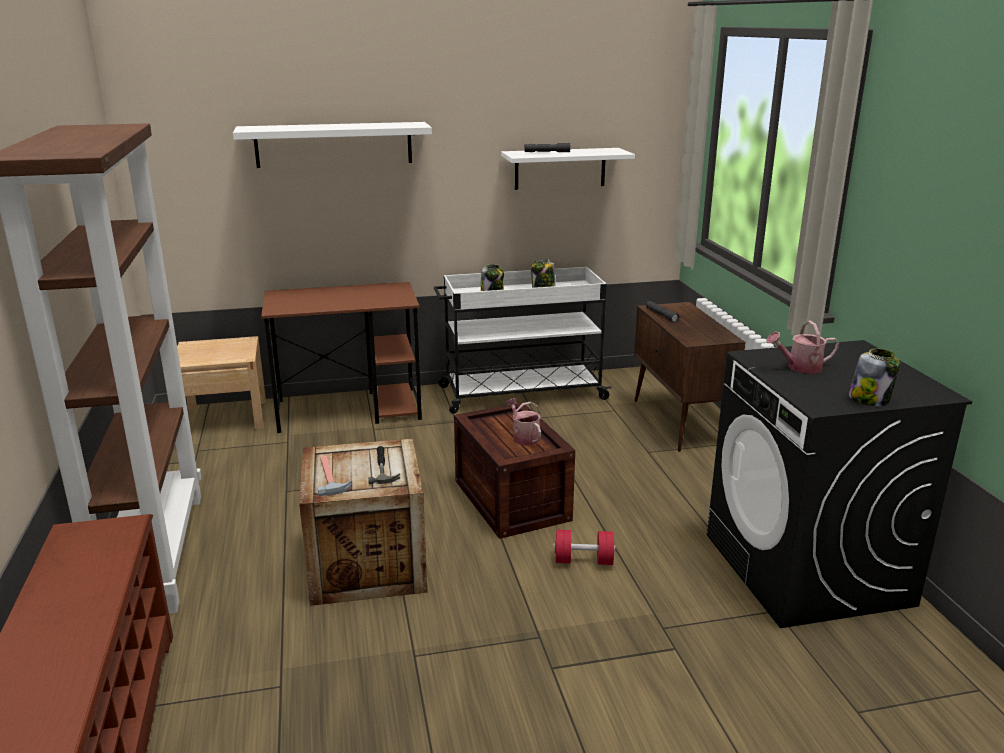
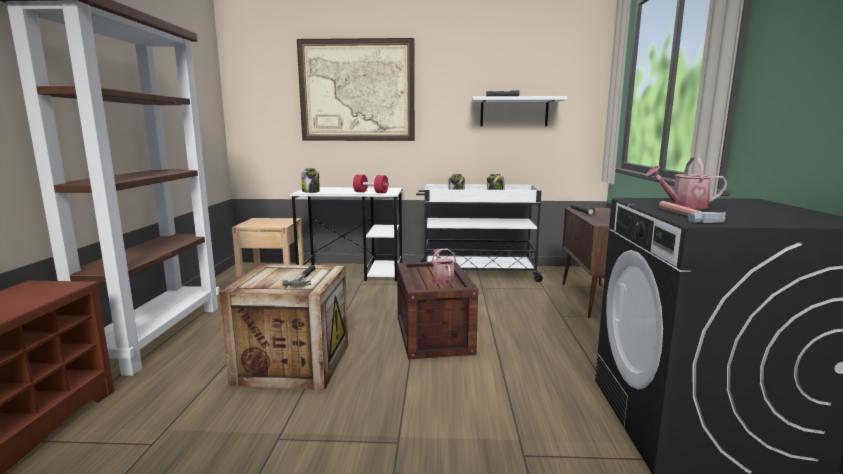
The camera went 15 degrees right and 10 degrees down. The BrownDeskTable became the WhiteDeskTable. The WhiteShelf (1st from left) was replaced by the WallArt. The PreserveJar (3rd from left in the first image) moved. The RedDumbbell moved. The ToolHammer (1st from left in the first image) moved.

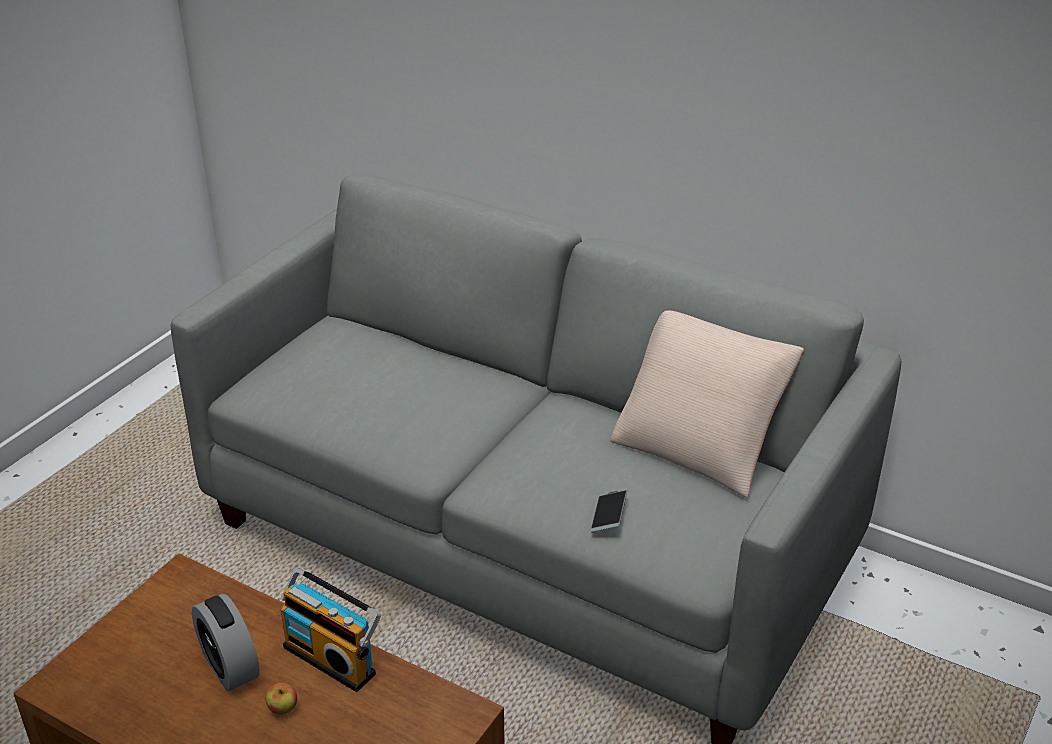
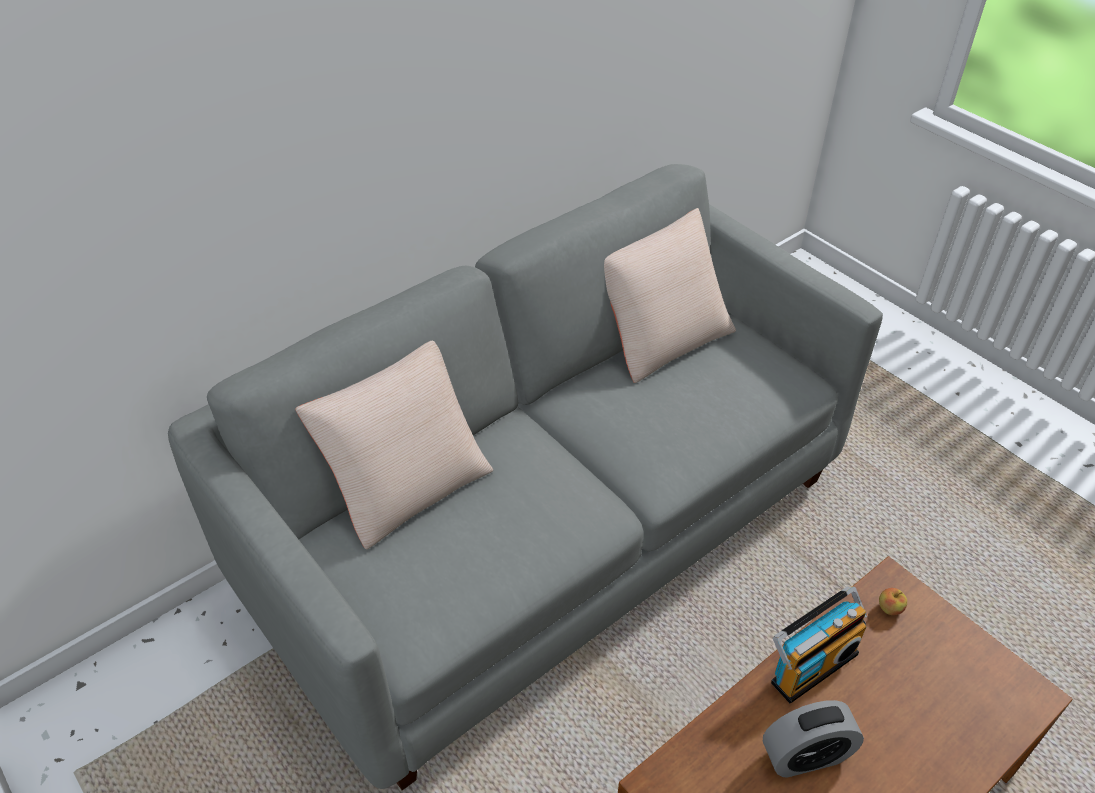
The camera went 70 degrees left and 10 degrees up. The BeigeThrowPillow (1st from left) appeared. The Apple moved. The Phone disappeared.

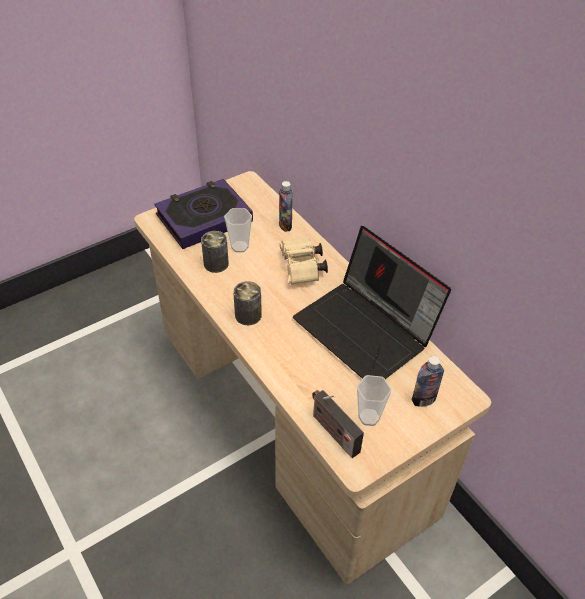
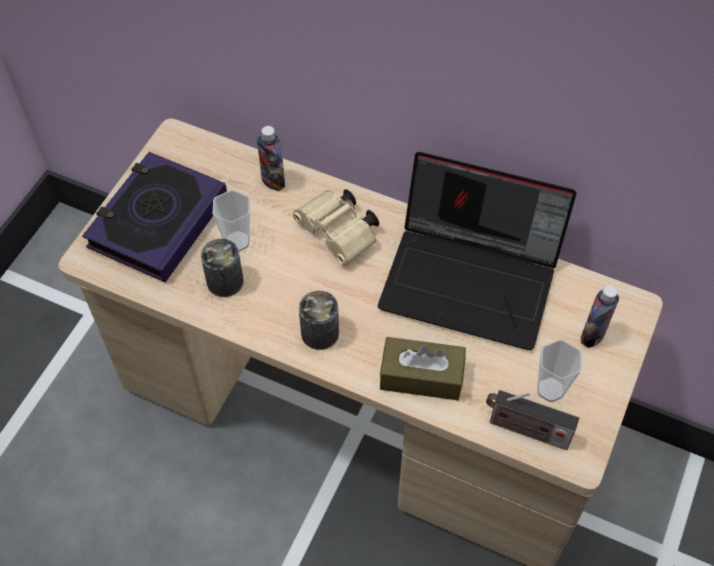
The camera went 30 degrees left and 10 degrees up. The BrownBoxOfTissues appeared.

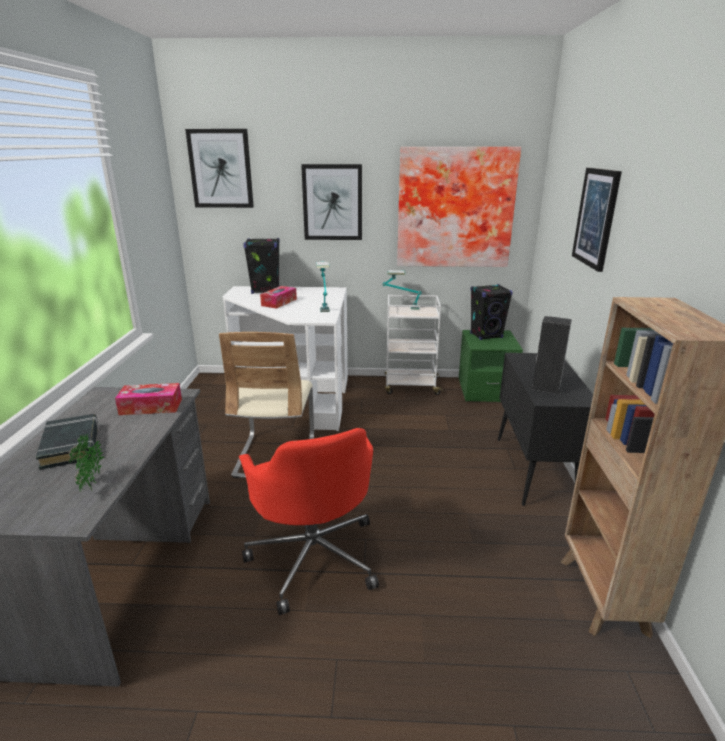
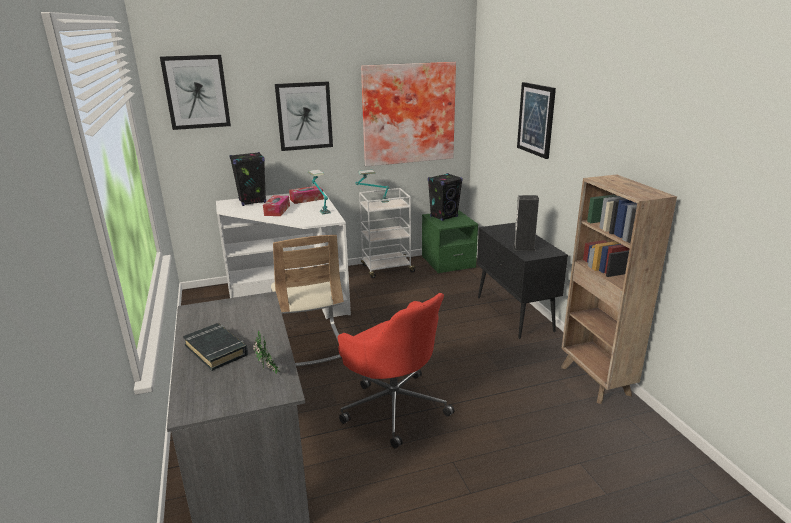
The camera went 20 degrees left and 0 degrees up. The BoxOfTissues (1st from left in the first image) moved.

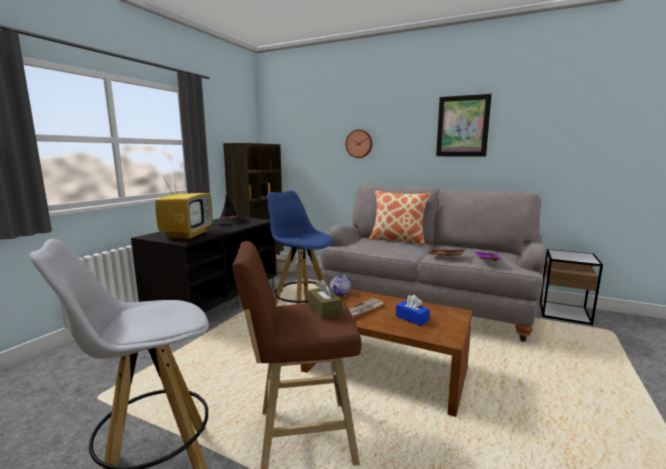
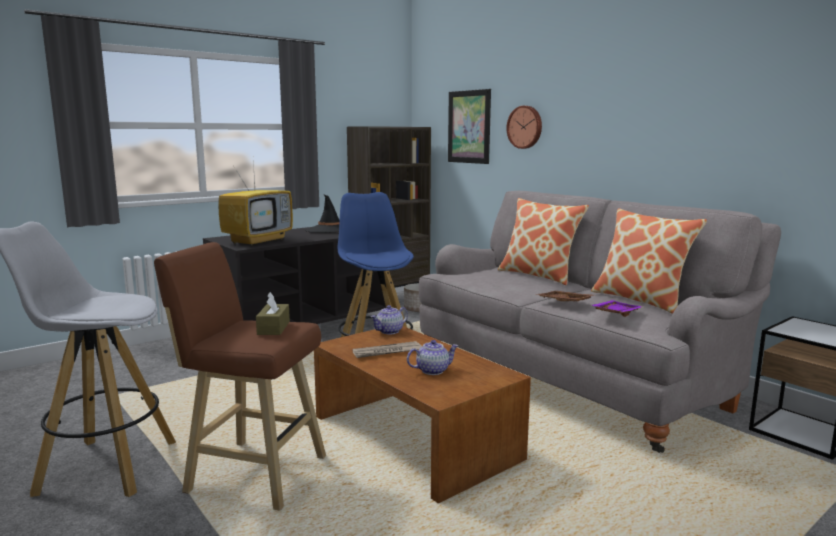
The camera went 25 degrees right and 0 degrees up. The BluishBoxOfTissues was replaced by the TeaPot (2nd from left). The WallArt moved. The ThrowPillow (2nd from left) appeared.

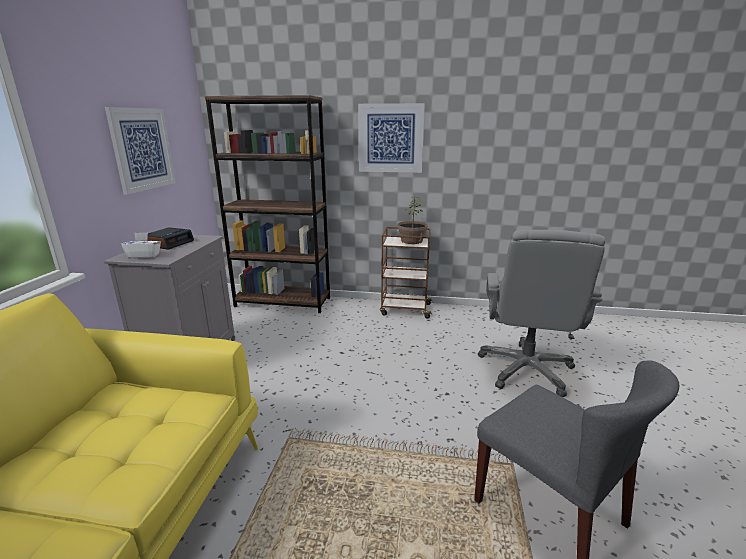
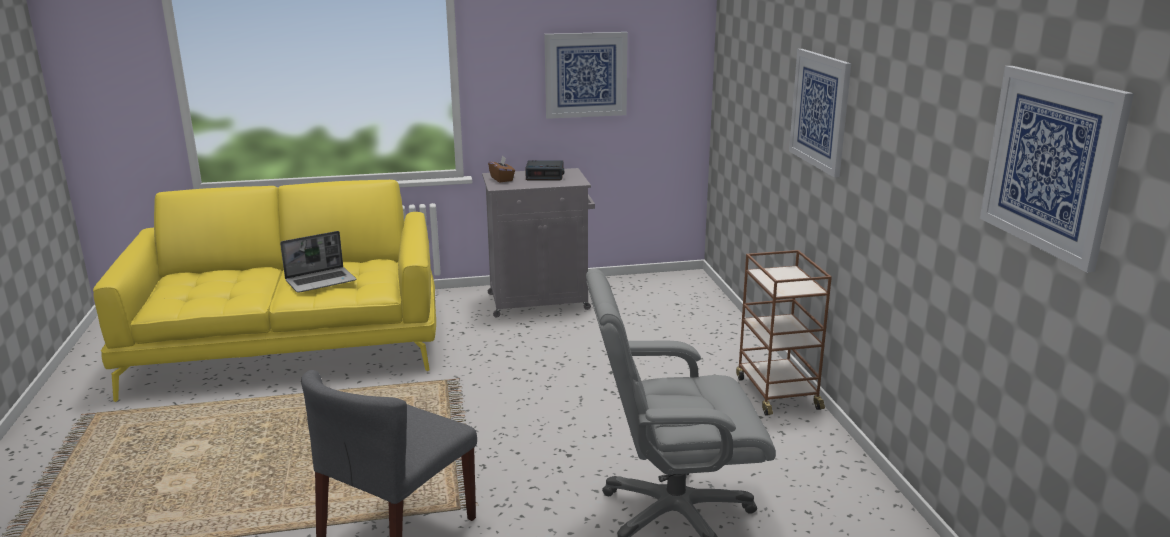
The camera went 70 degrees right and 0 degrees up. The PortableComputer appeared. The WhiteBoxOfTissues became the BrownBoxOfTissues. The WallArt (3rd from left) appeared. The BrownShelvingUnit disappeared. The PottedPlant disappeared.

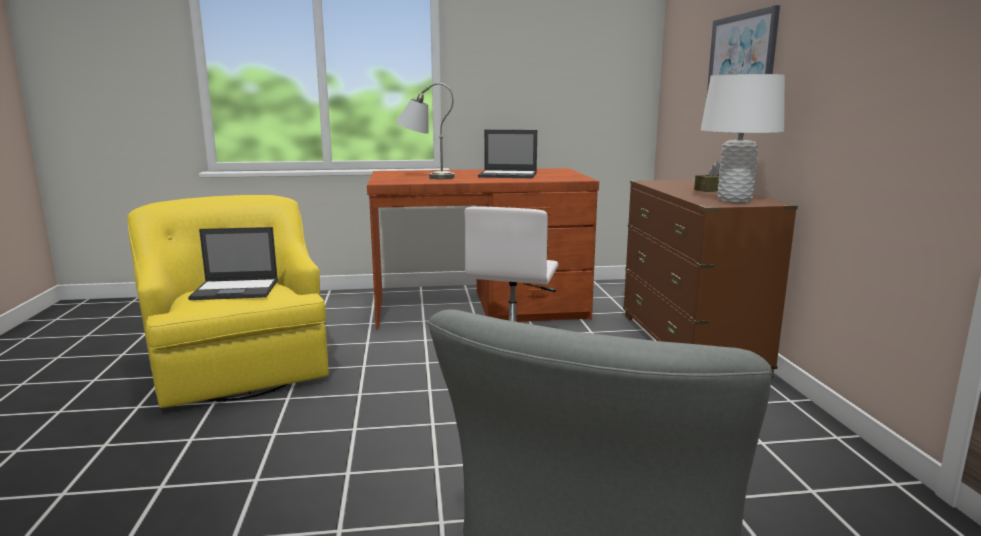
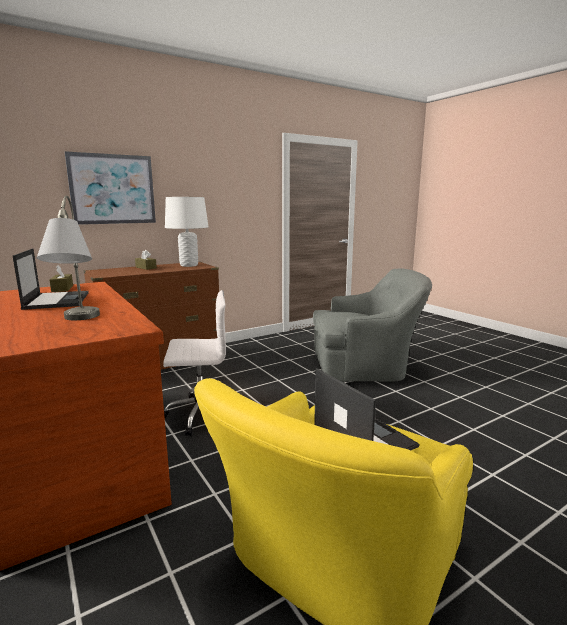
The camera went 115 degrees left and 0 degrees up. The BrownBoxOfTissues (1st from left) appeared.

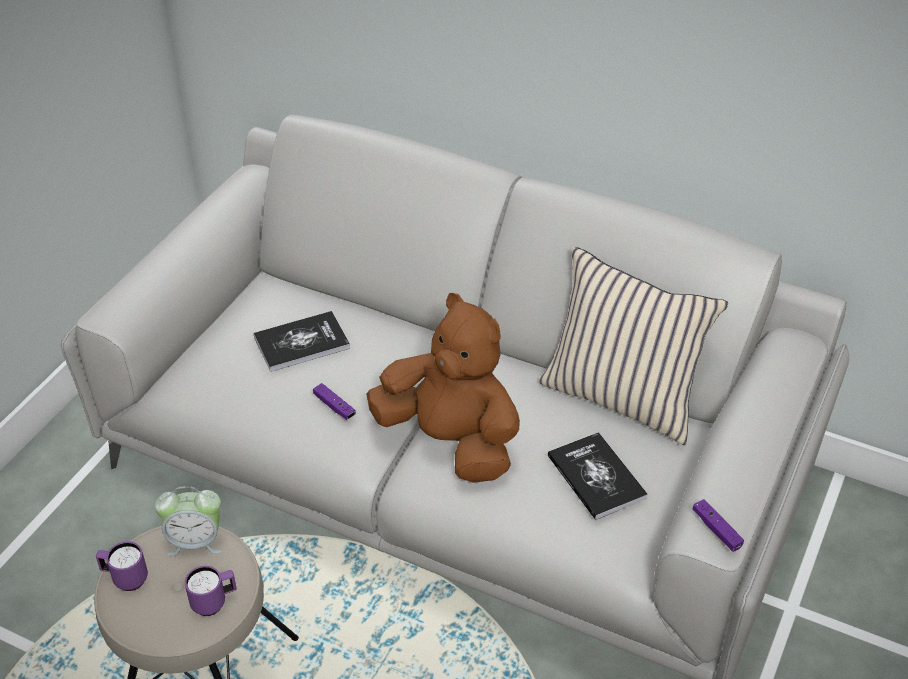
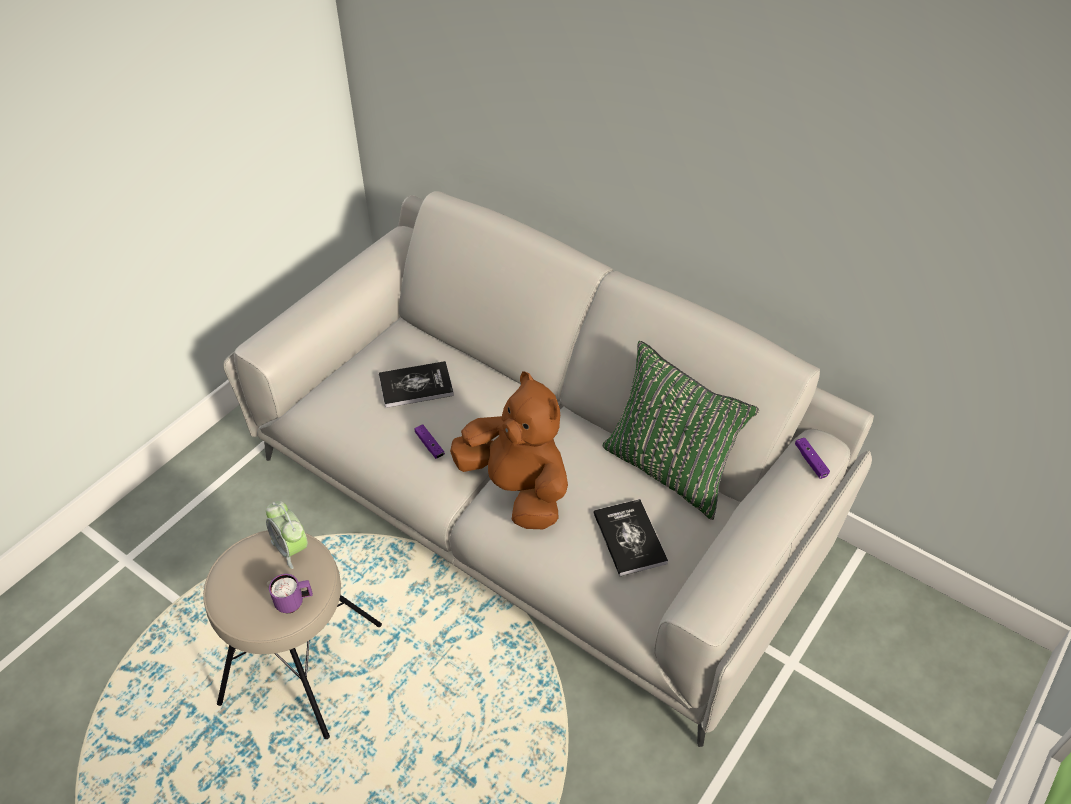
The camera went 10 degrees right and 5 degrees up. The TableClock turned 45 degrees clockwise. The BeigeThrowPillow became the GreenColouredThrowPillow. The PurplishGameController (2nd from left) moved. The PurplishCoffeeMug (1st from left) disappeared.

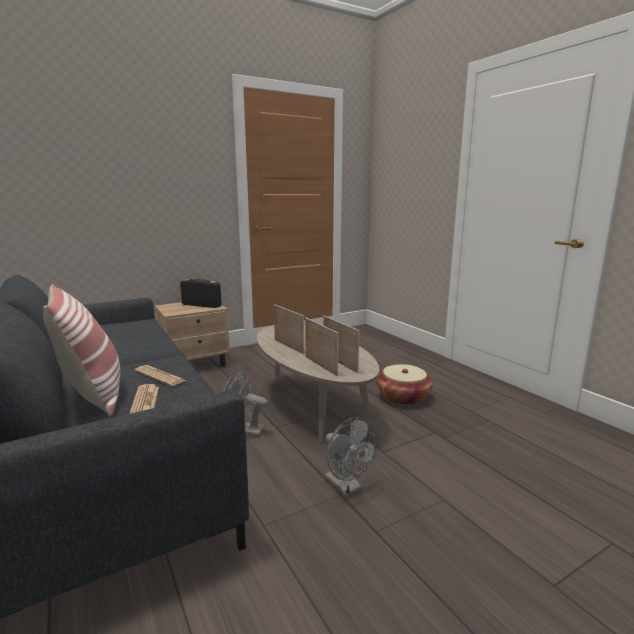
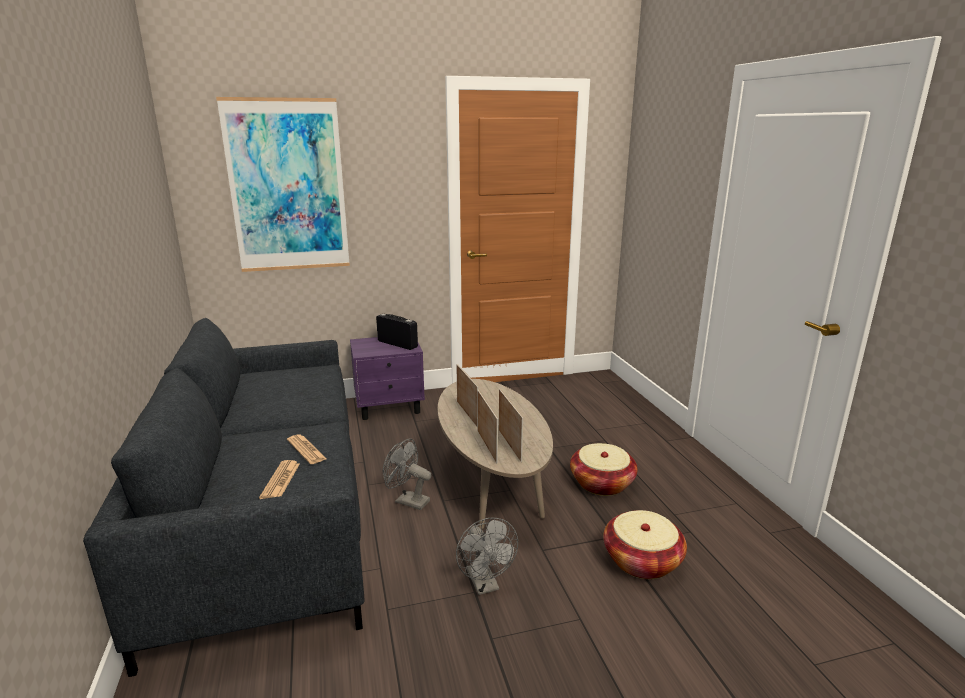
The camera went 15 degrees right and 5 degrees up. The WallArt appeared. The BeigeNightstand became the PurplishNightstand. The HouseholdBasket (2nd from left) appeared. The ThrowPillow disappeared.

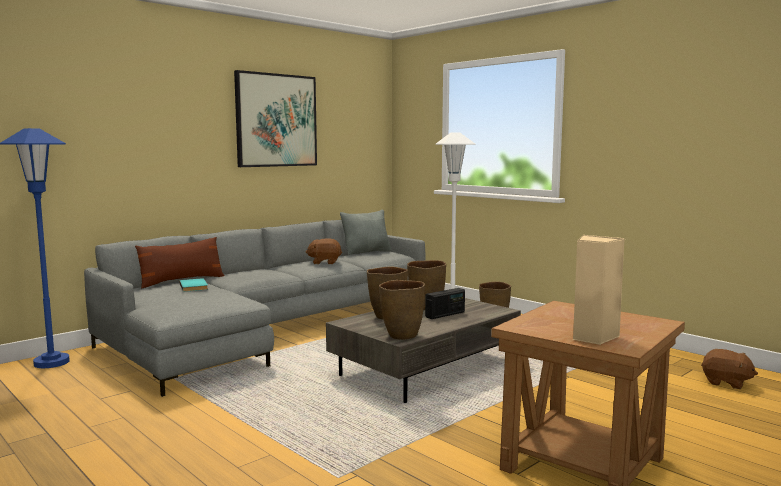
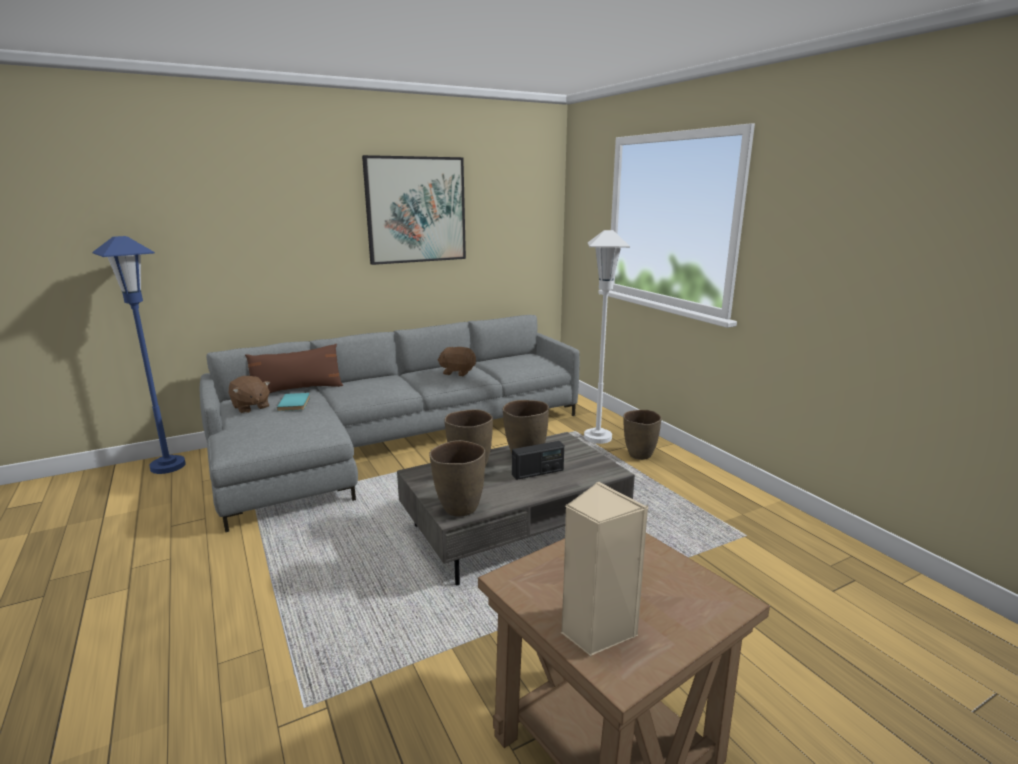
The camera went 15 degrees right and 10 degrees up. The BrownCuddlyToy (2nd from left in the first image) moved. The GrayThrowPillow disappeared.

